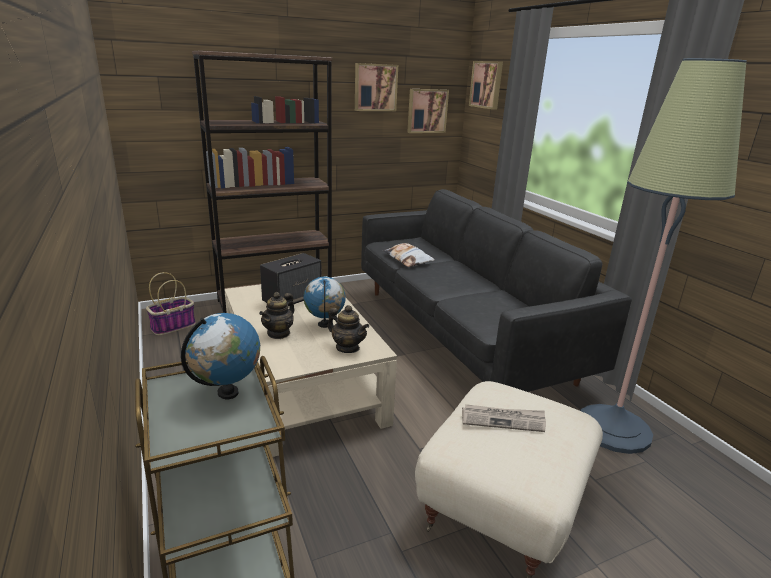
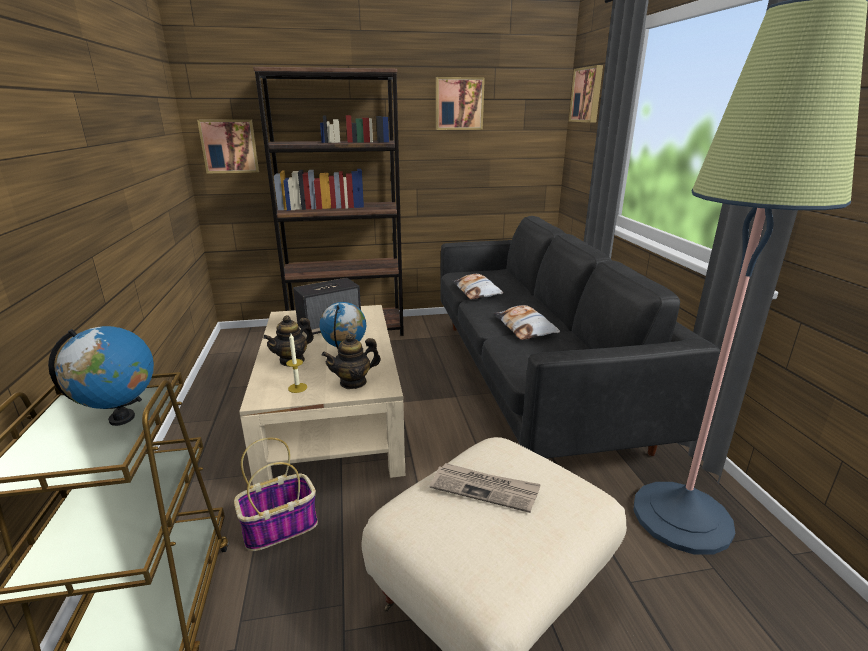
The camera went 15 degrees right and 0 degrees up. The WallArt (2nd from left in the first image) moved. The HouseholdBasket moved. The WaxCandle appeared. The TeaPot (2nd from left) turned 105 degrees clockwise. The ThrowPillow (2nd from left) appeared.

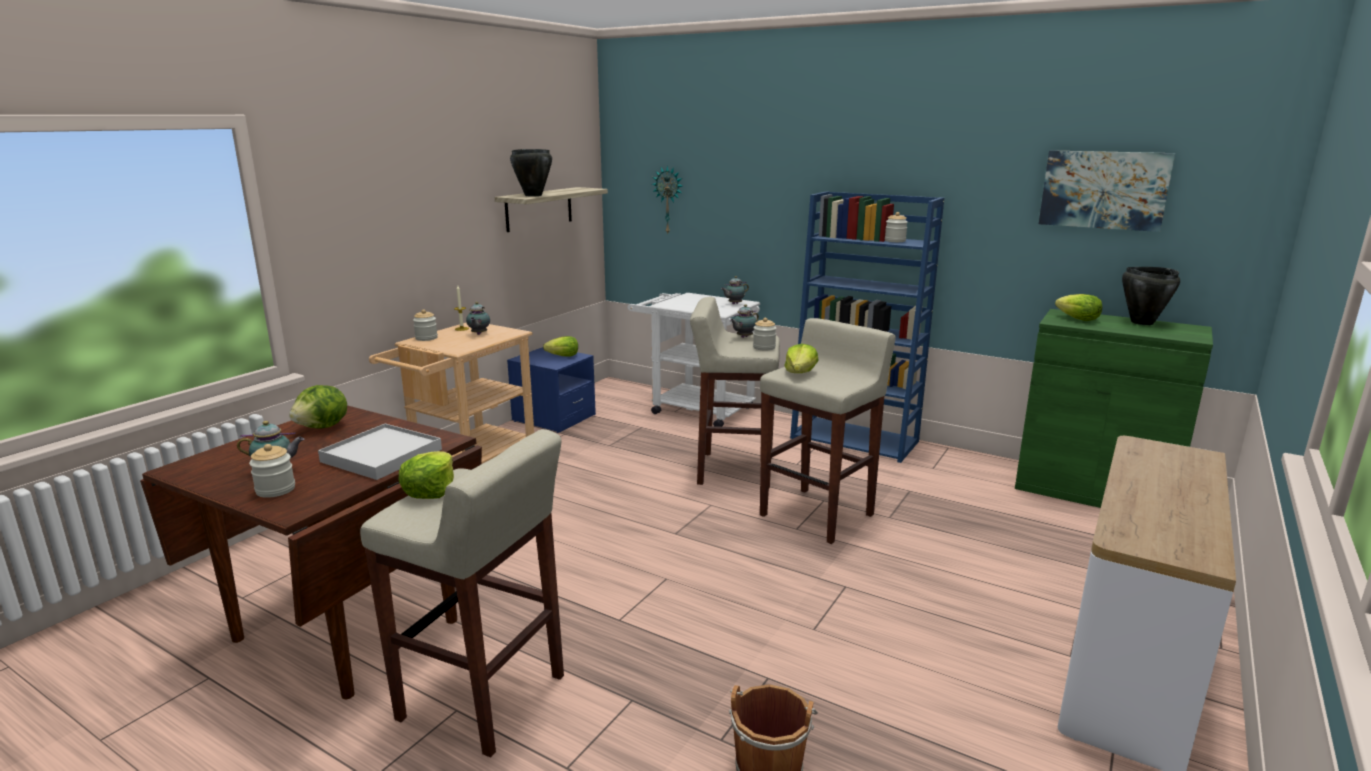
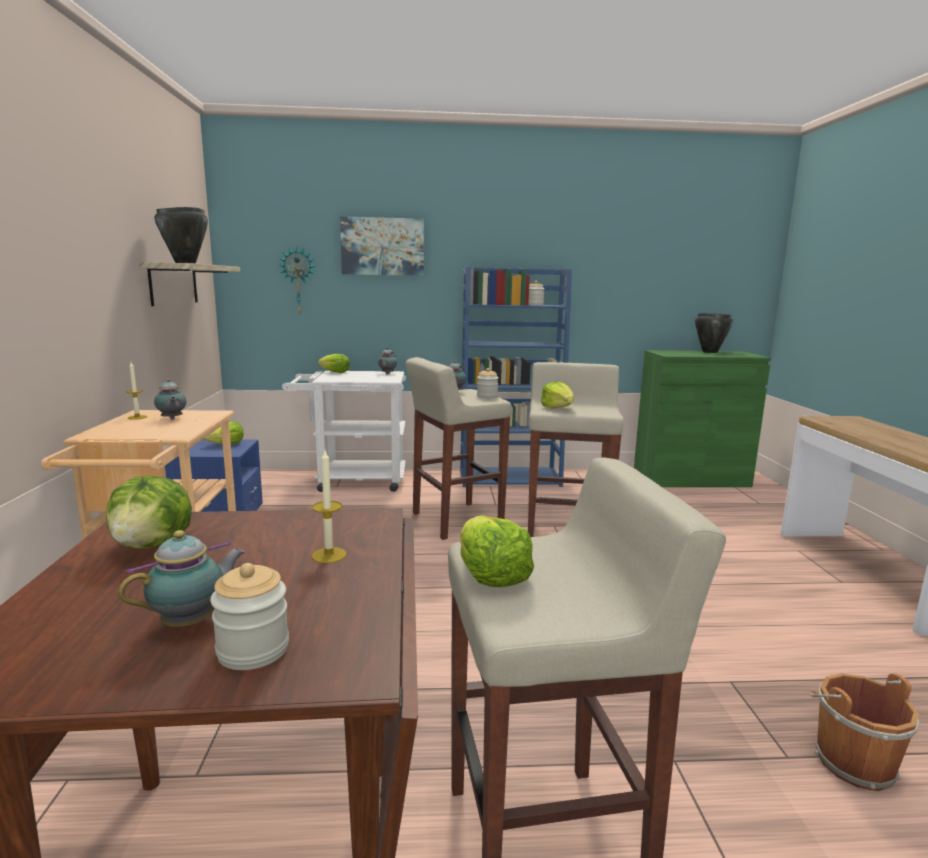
The camera went 35 degrees left and 5 degrees down. The WhiteServingTray was replaced by the WaxCandle (2nd from left). The LettuceHead (5th from left in the first image) moved. The WallArt moved. The PreserveJar (2nd from left) disappeared.

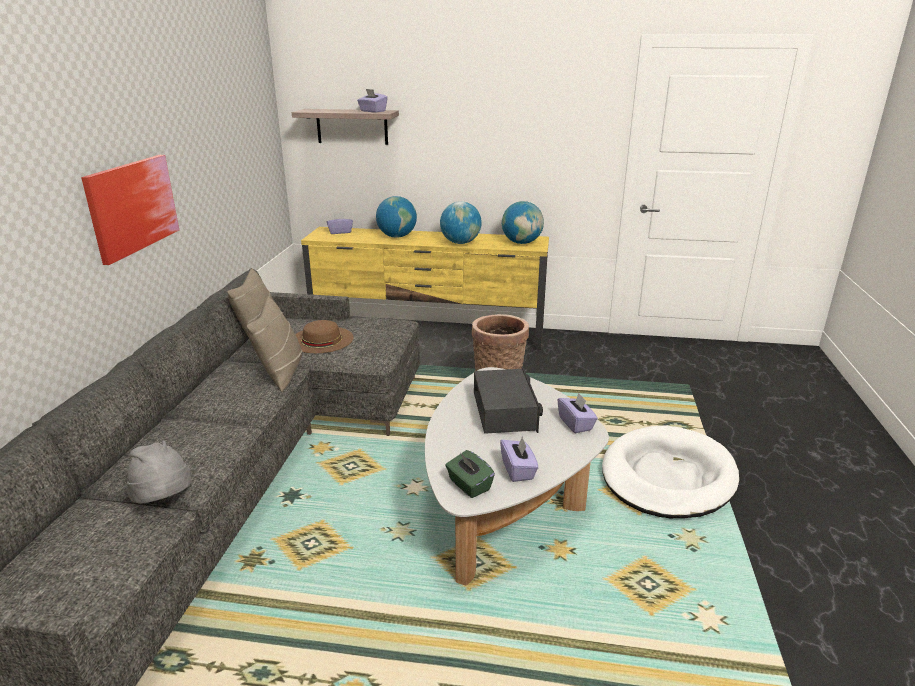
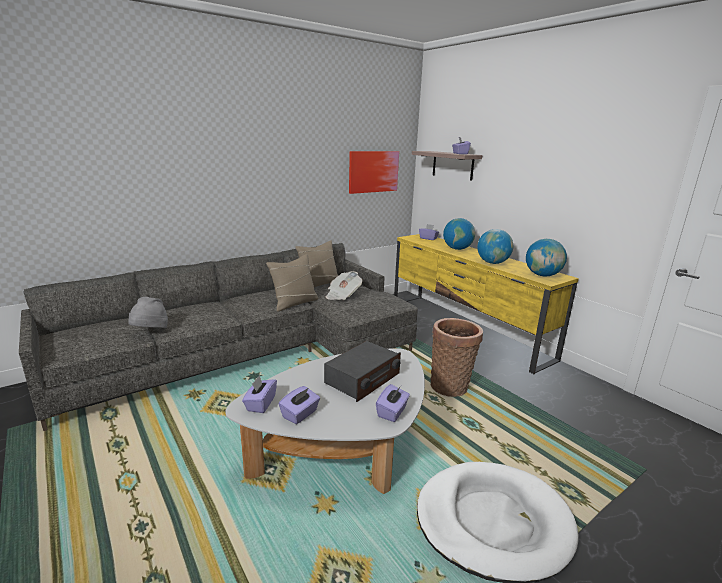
The camera went 45 degrees right and 5 degrees down. The GreenColouredBoxOfTissues became the PurplishBoxOfTissues (1st from left). The BrownHat was replaced by the DailyPaper. The WallArt moved.

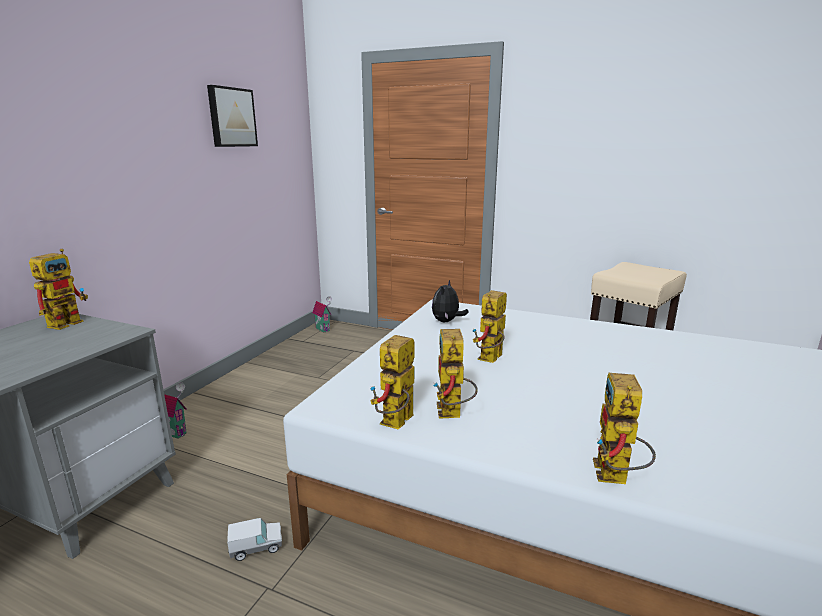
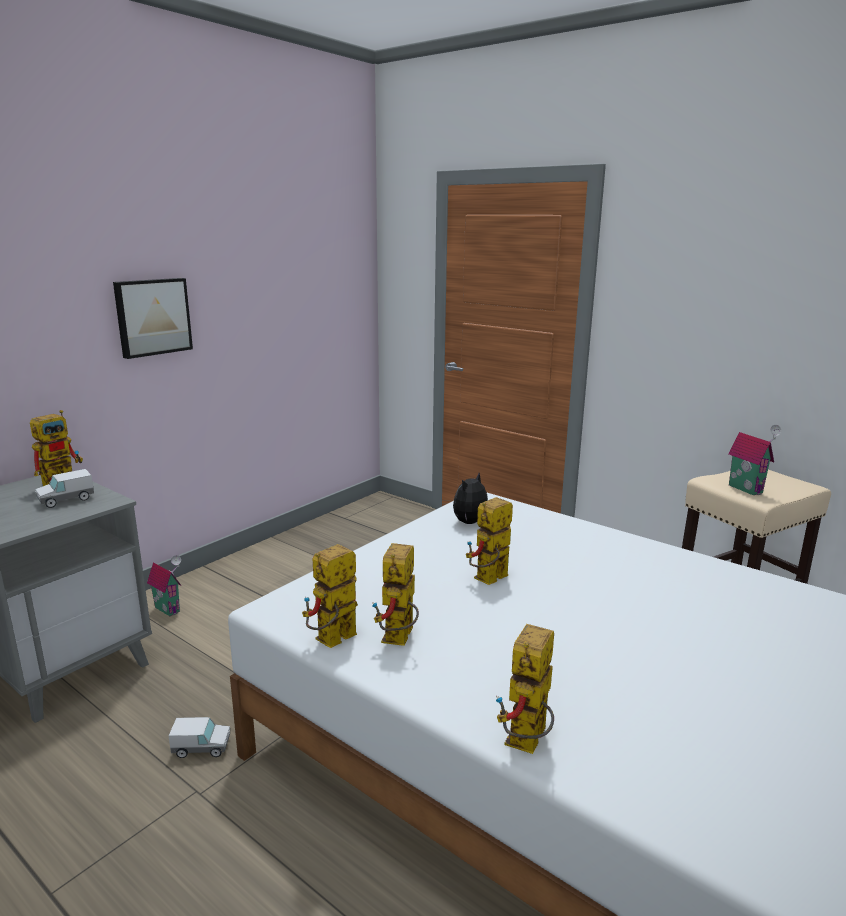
The camera went 15 degrees right and 0 degrees up. The ToyLorry (1st from left) appeared. The WallArt moved. The MiniatureHouse (2nd from left) moved.

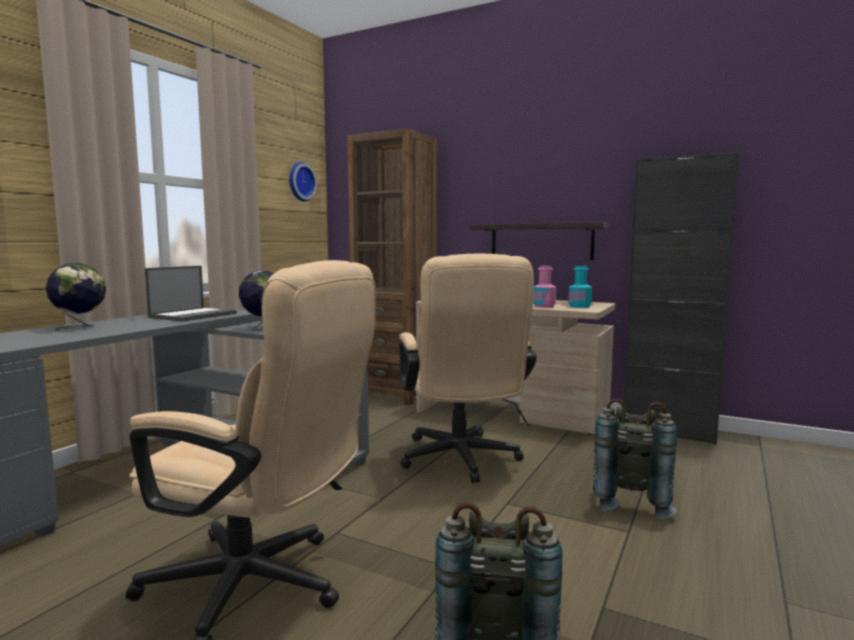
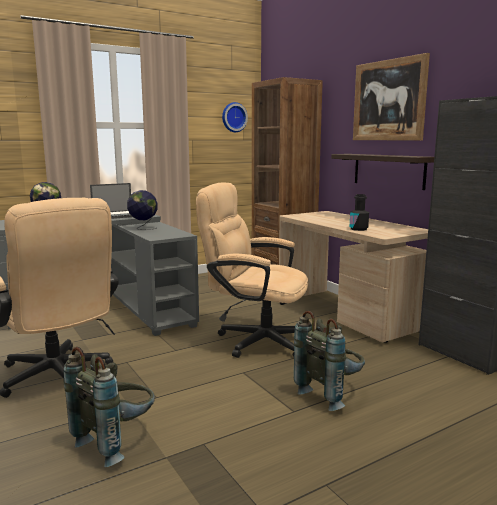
The camera went 30 degrees right and 5 degrees up. The BeigeOfficeChair (2nd from left) turned 90 degrees clockwise. The PinkishBeverageBottle became the BlackColouredBeverageBottle. The WallArt appeared. The BlueGreenBeverageBottle disappeared.

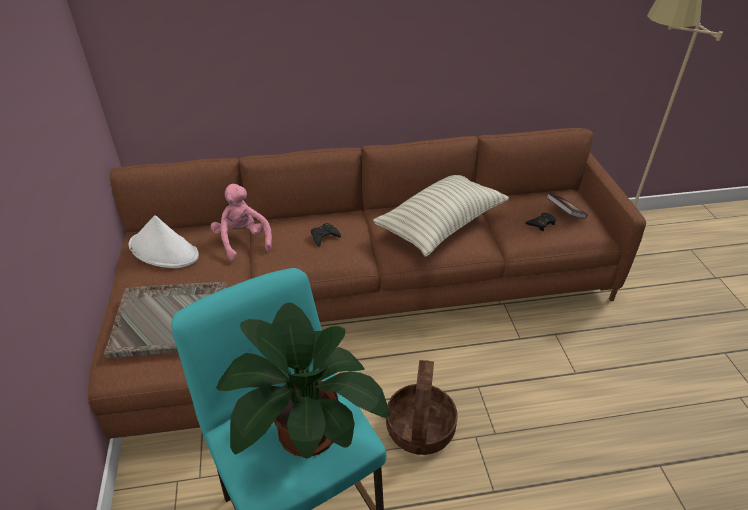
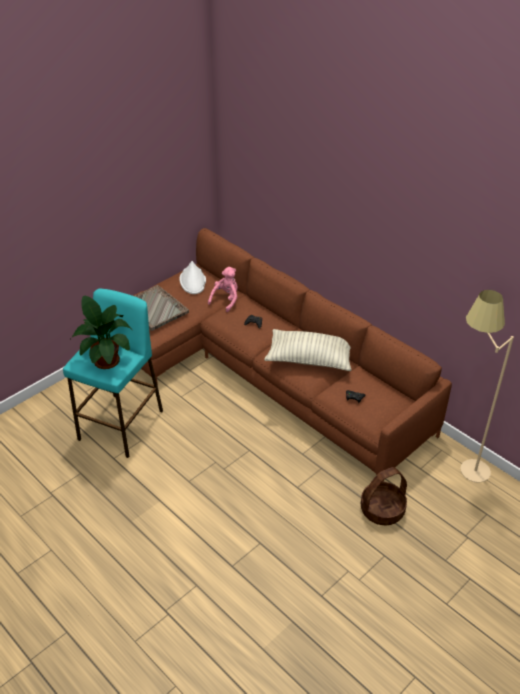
The camera went 55 degrees right and 0 degrees up. The HouseholdBasket moved. The BoundBook disappeared.

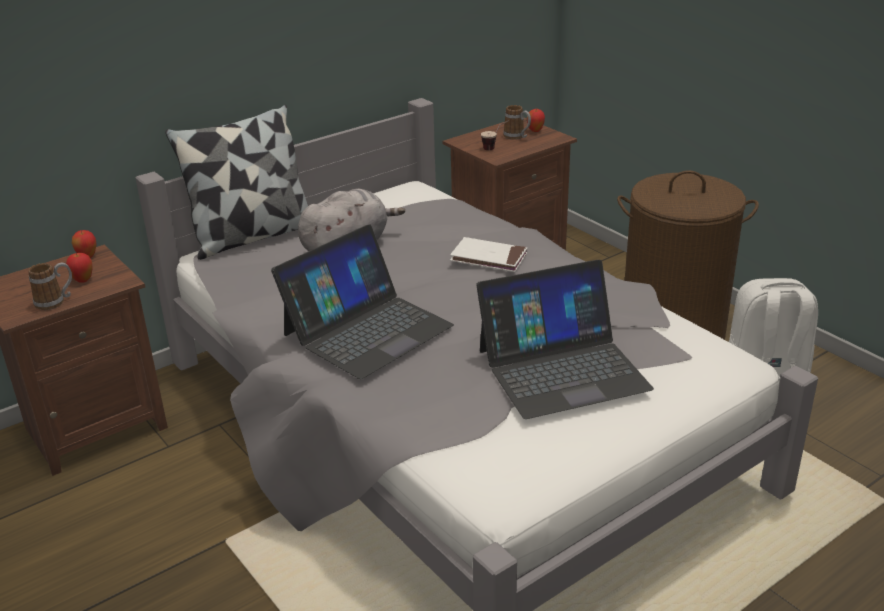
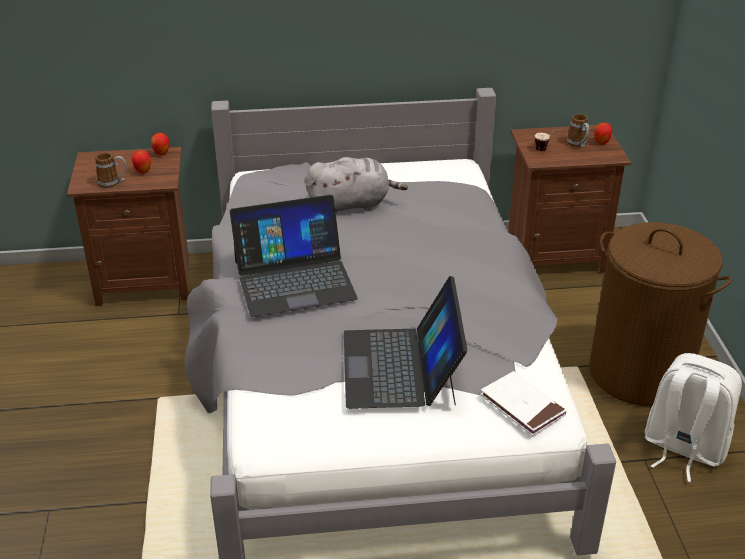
The camera went 30 degrees right and 5 degrees up. The PortableComputer (2nd from left) turned 75 degrees clockwise. The WhiteBoundBook moved. The ThrowPillow disappeared.

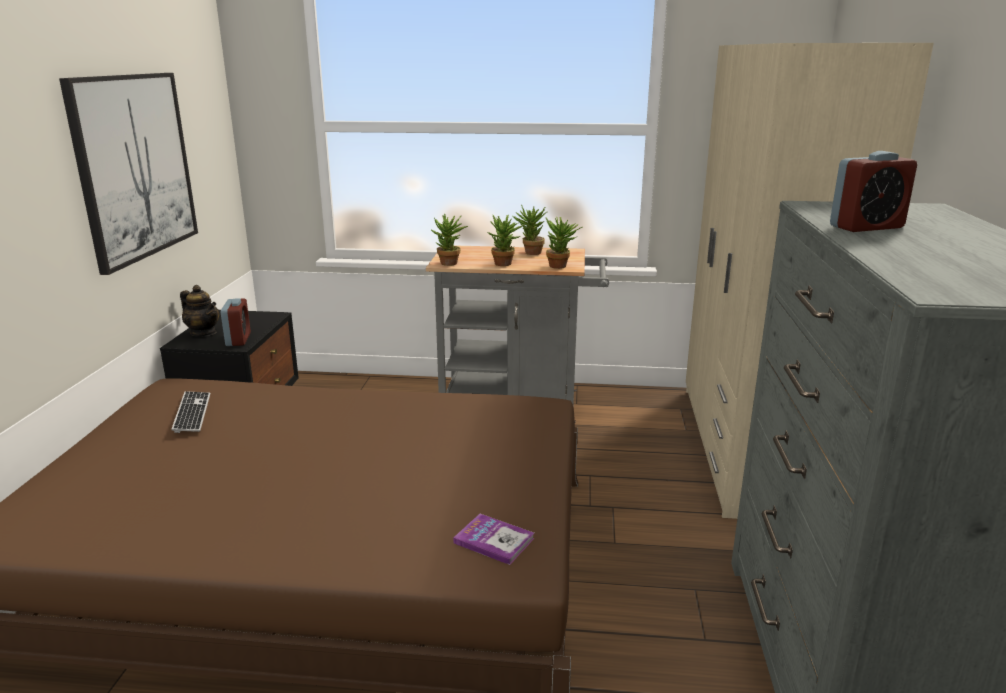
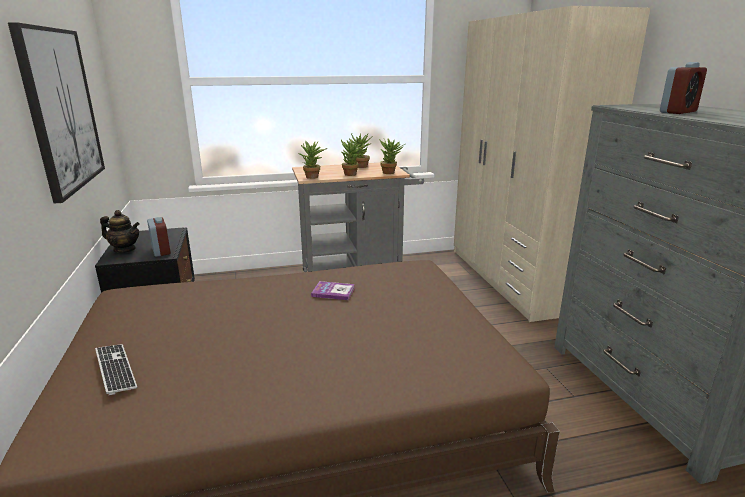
The camera went 20 degrees left and 0 degrees up. The PcKeyboard moved. The BoundBook moved.

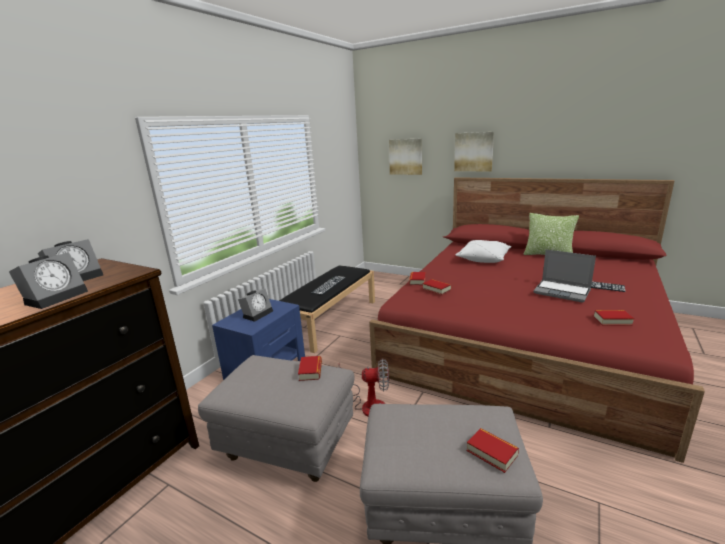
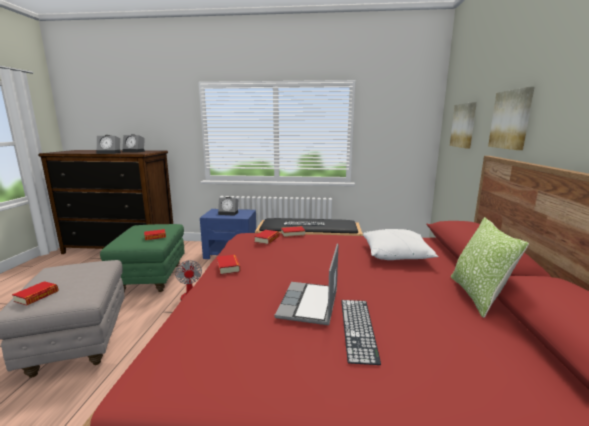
The camera went 65 degrees right and 5 degrees down. The GrayFootrest (1st from left) became the GreenColouredFootrest. The BoundBook (5th from left in the first image) moved.

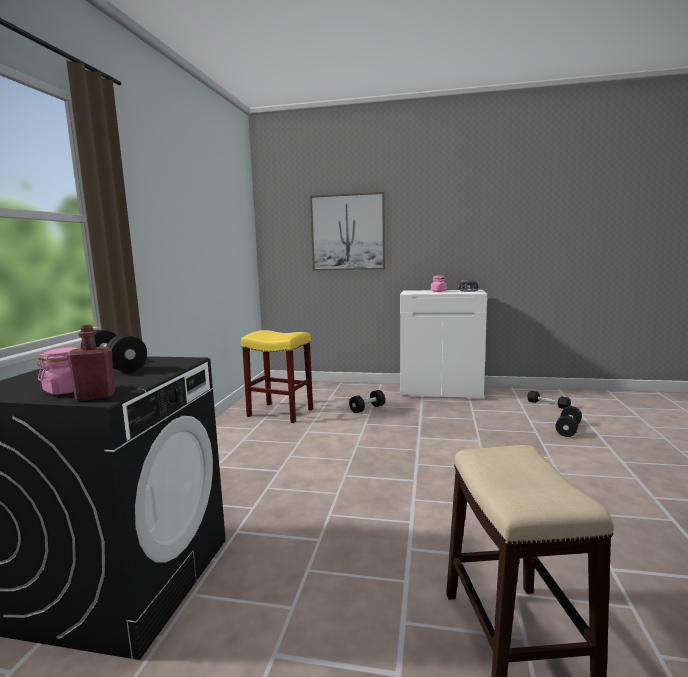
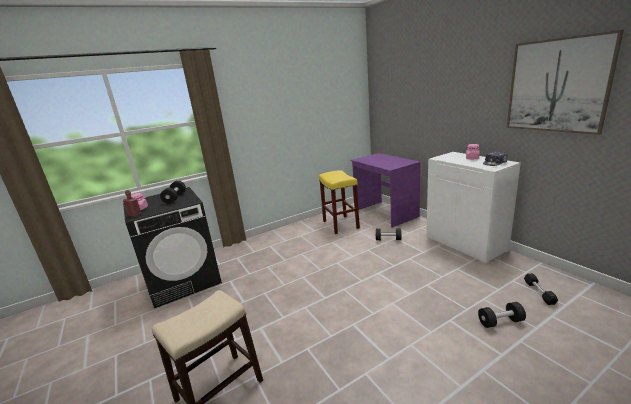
The camera went 50 degrees right and 10 degrees up. The PurplishDeskTable appeared. The WallArt moved.

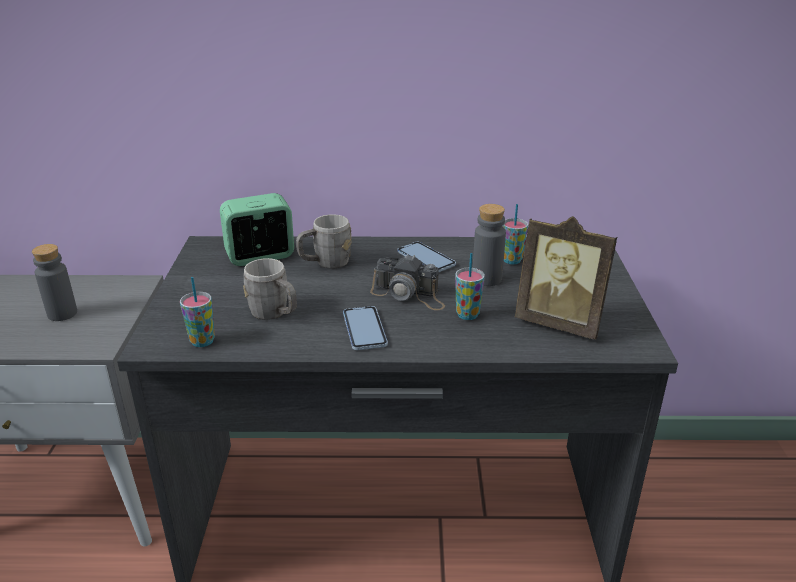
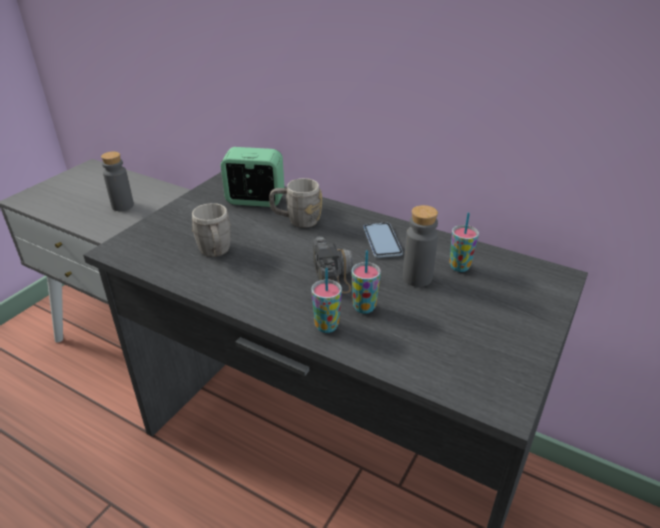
The camera went 30 degrees right and 5 degrees up. The SmallCup (1st from left) moved. The StillCamera turned 150 degrees counterclockwise. The Phone (1st from left) disappeared. The StandingFrame disappeared.

